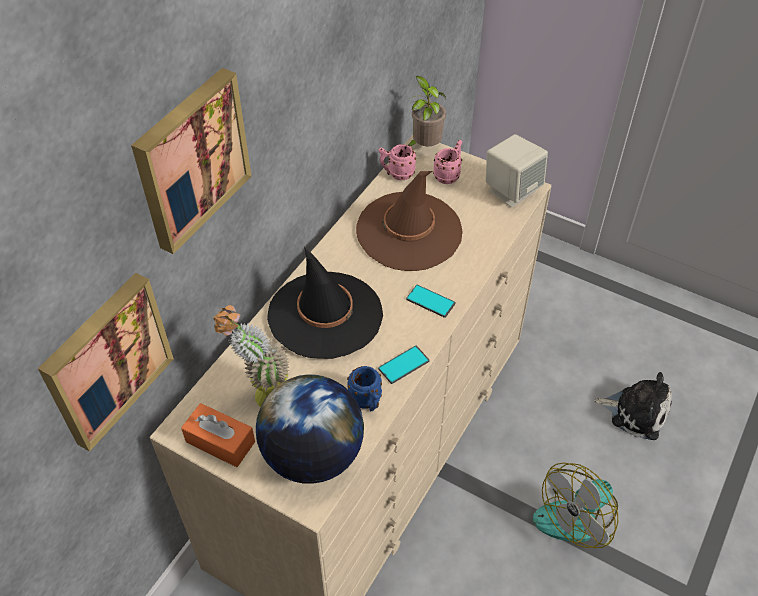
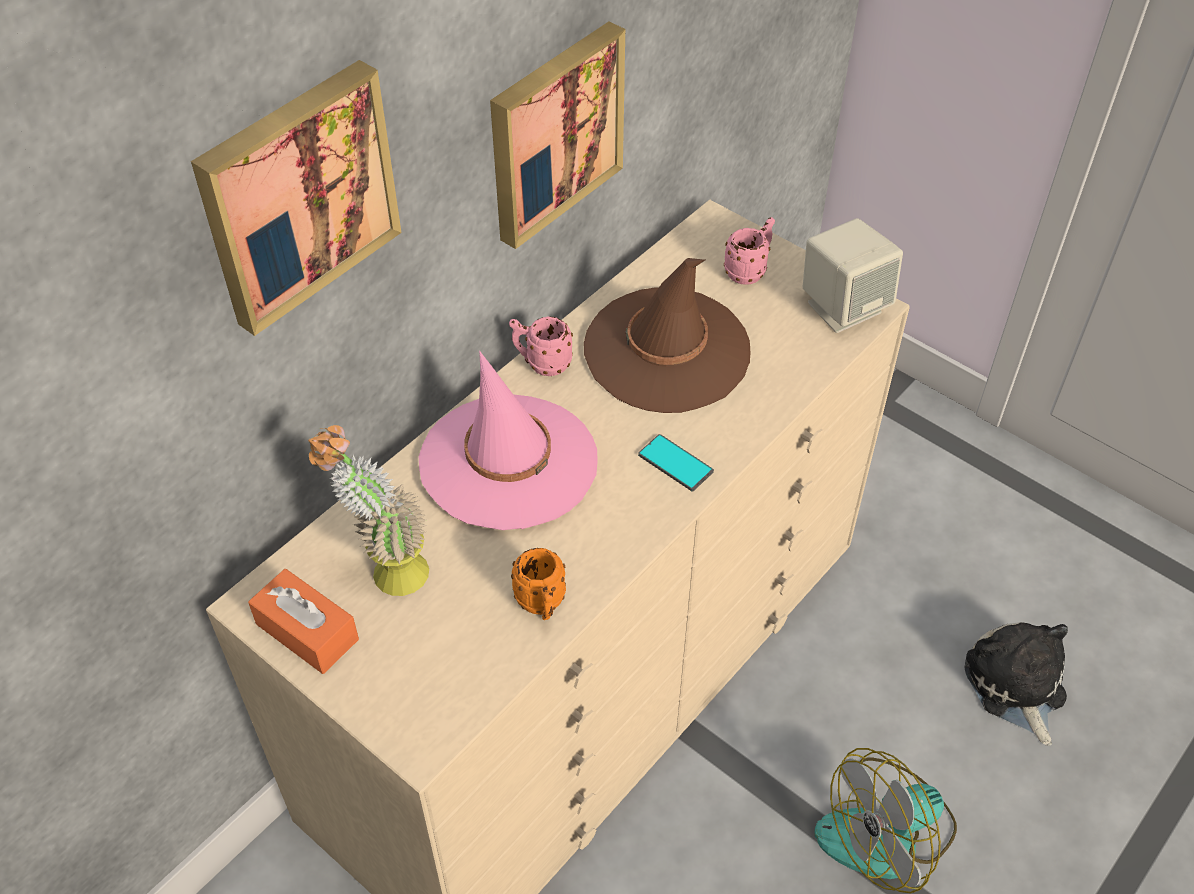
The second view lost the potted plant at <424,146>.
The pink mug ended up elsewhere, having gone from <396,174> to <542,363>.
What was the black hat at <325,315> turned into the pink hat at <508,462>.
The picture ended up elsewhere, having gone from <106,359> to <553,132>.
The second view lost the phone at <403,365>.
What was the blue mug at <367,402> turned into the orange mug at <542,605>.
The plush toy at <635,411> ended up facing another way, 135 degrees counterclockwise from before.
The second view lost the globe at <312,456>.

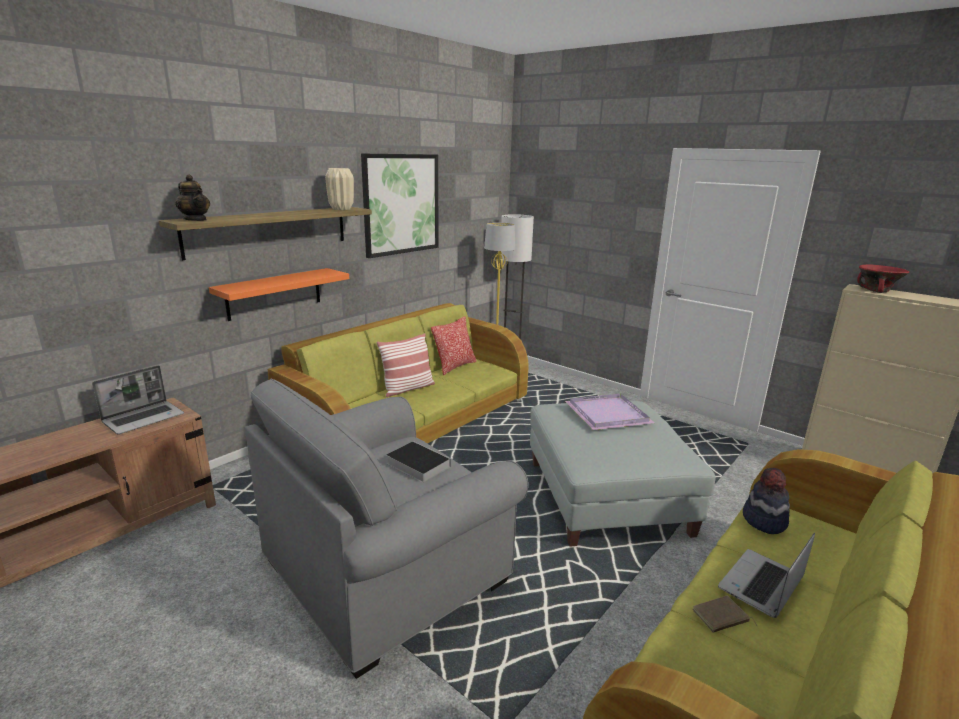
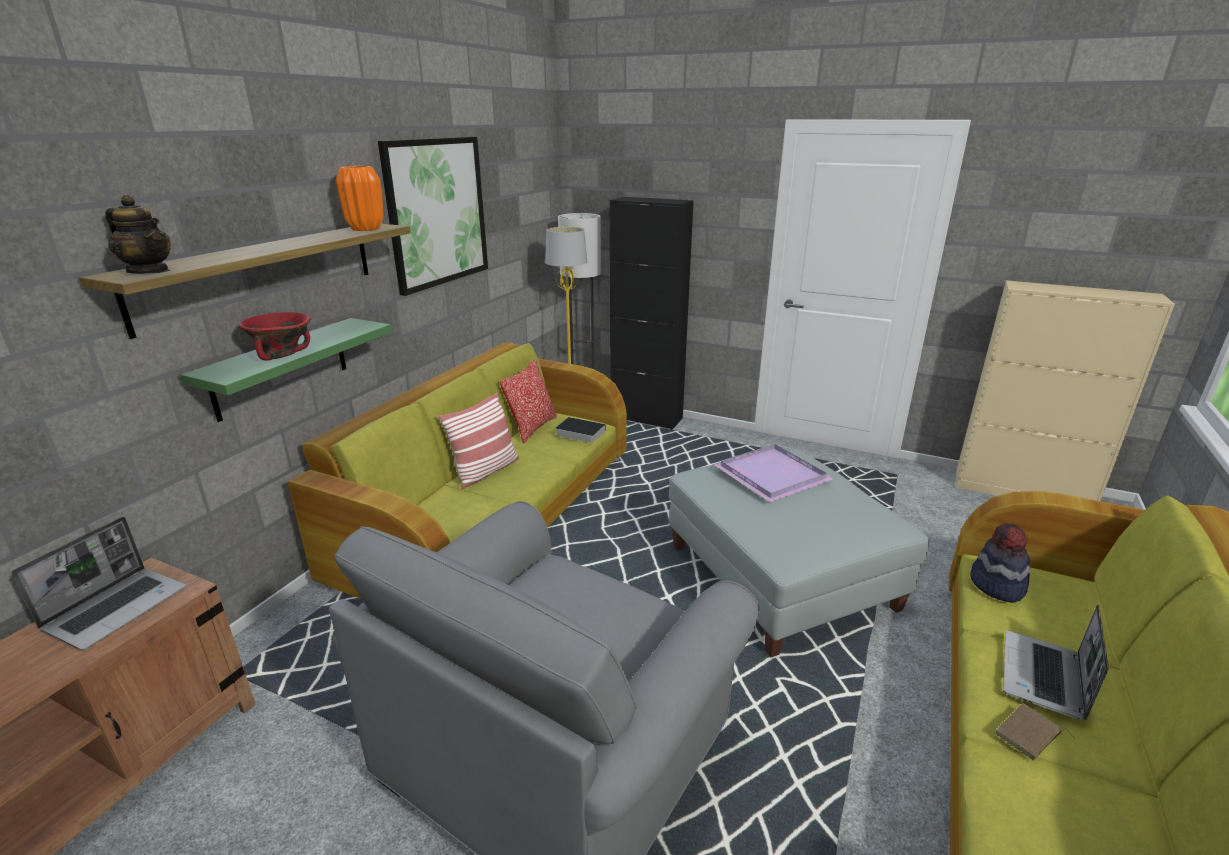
What was the beige vase at <341,209> turned into the orange vase at <365,229>.
The red bowl ended up elsewhere, having gone from <877,290> to <282,354>.
What was the orange shelf at <274,293> turned into the green shelf at <281,368>.
The book ended up elsewhere, having gone from <416,464> to <579,433>.
The second view gained the black cabinet at <646,418>.

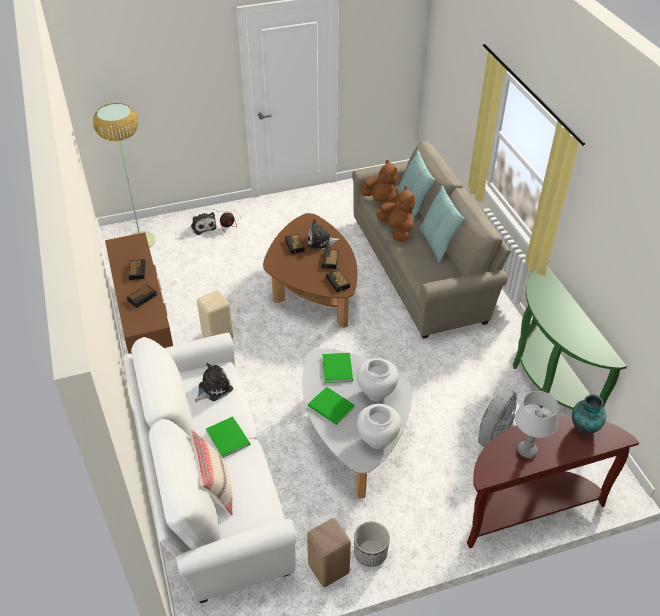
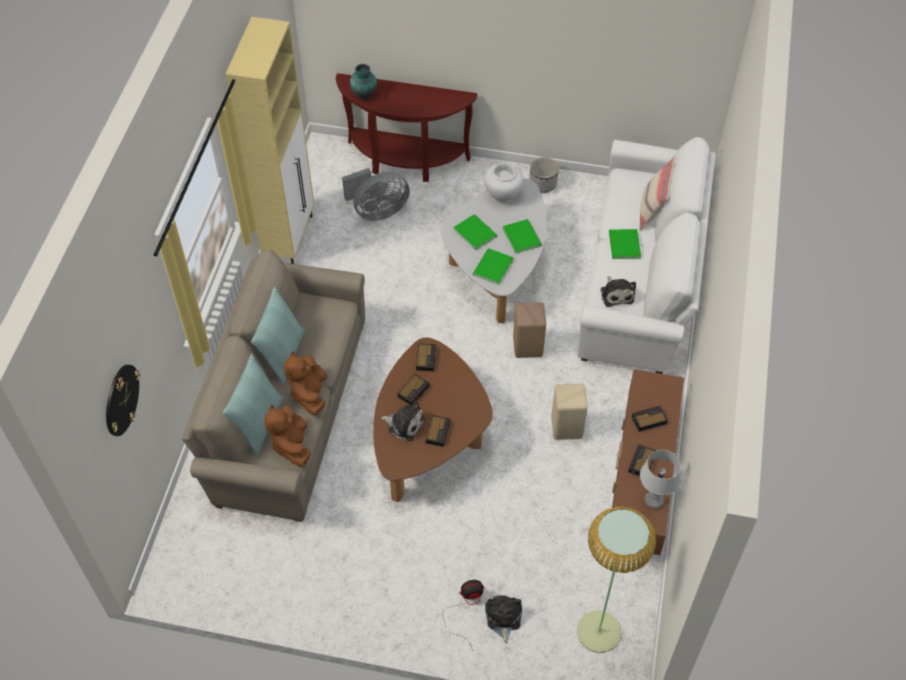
Where the green console table stood at <546,380>, the beige cabinet came to stand at <290,238>.
Where the white vase stood at <376,393>, the green book came to stand at <475,231>.
The plush toy at <213,388> ended up facing another way, 90 degrees counterclockwise from before.
The grey table lamp ended up elsewhere, having gone from <527,451> to <654,500>.
The beige stool ended up elsewhere, having gone from <329,567> to <527,347>.
The second view gained the wall clock at <121,400>.

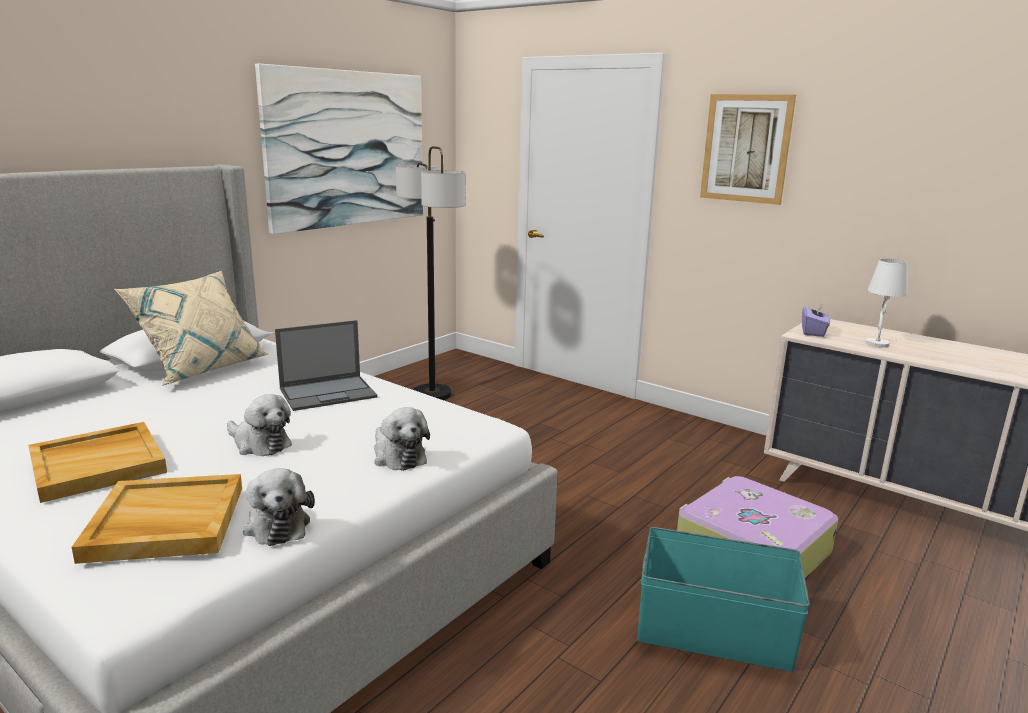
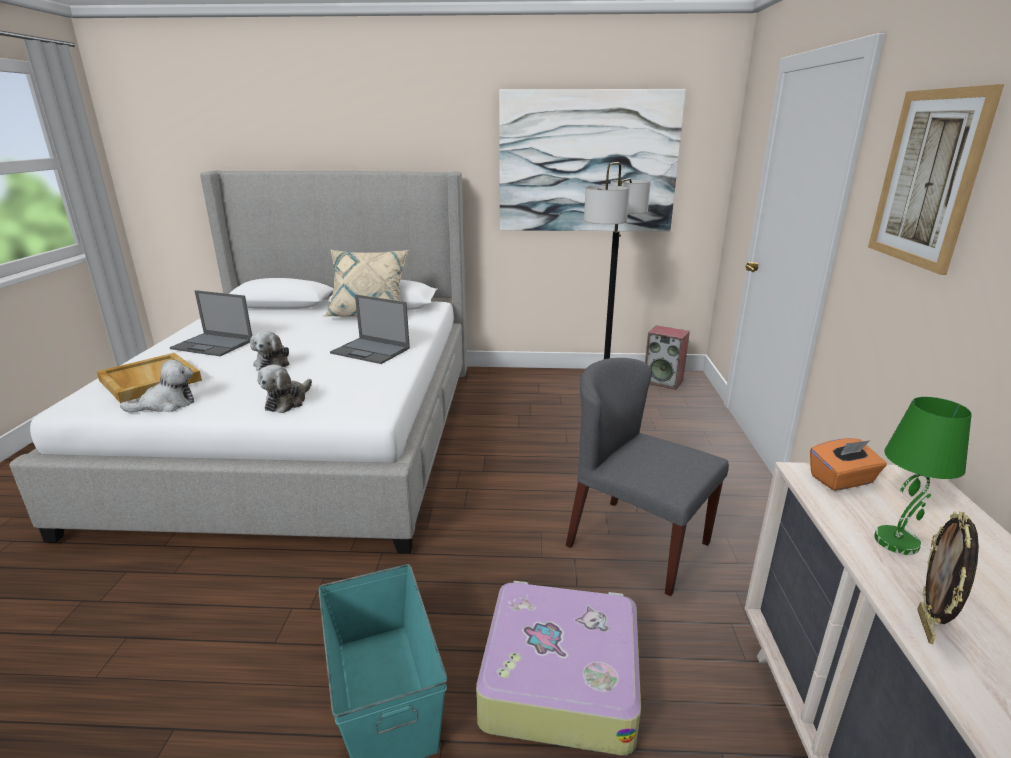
What was the white table lamp at <876,344> turned into the green table lamp at <896,541>.
What was the purple tissue box at <813,332> turned into the orange tissue box at <842,480>.
Where the beige tray stood at <99,464>, the laptop came to stand at <213,345>.
The plush toy at <277,524> ended up facing another way, 150 degrees counterclockwise from before.
The second view gained the speaker at <663,381>.
The second view gained the grey chair at <636,544>.
The second view gained the picture frame at <927,627>.

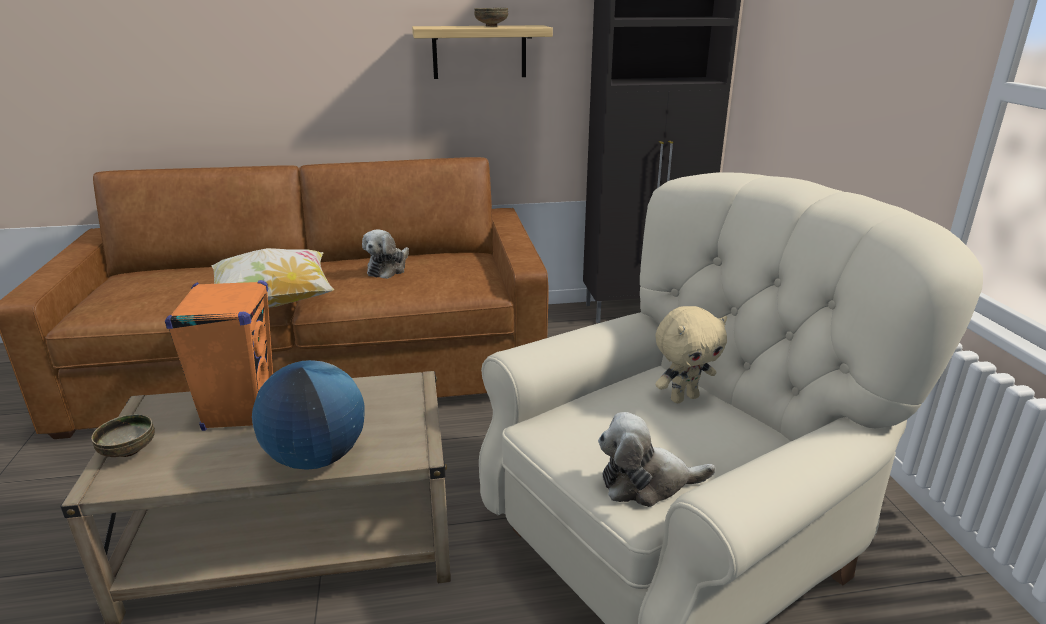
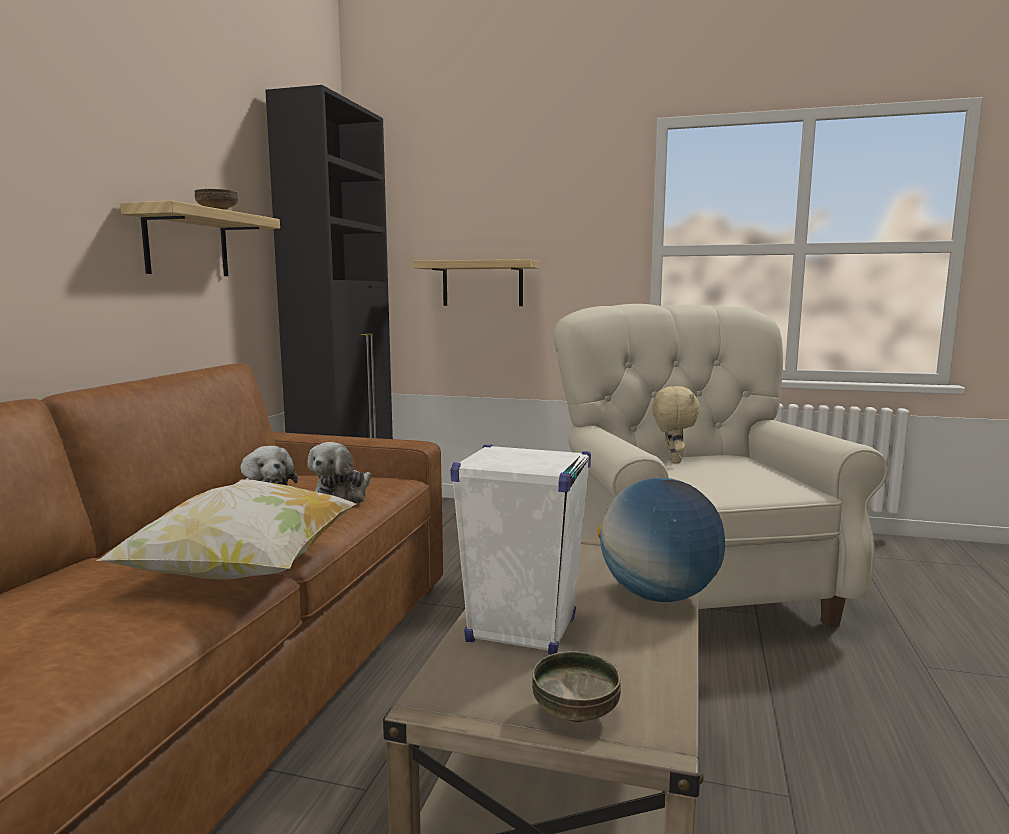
What was the orange speaker at <240,411> turned into the white speaker at <521,630>.
The plush toy ended up elsewhere, having gone from <647,483> to <342,498>.
The second view gained the shelf at <482,283>.

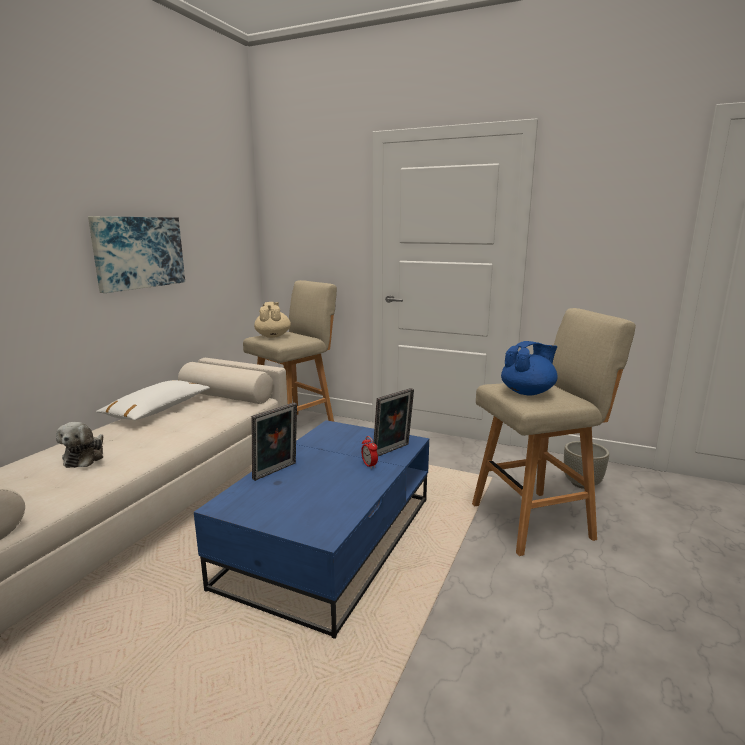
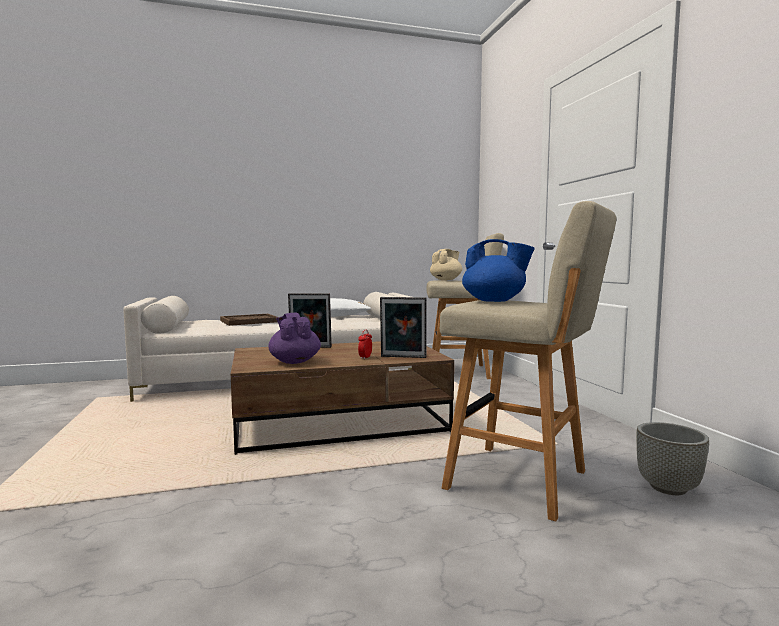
The second view lost the picture at <138,252>.
What was the blue coffee table at <330,539> turned into the brown coffee table at <340,422>.
Where the plush toy stood at <85,457>, the brown tray came to stand at <249,321>.
The second view gained the purple teapot at <294,361>.

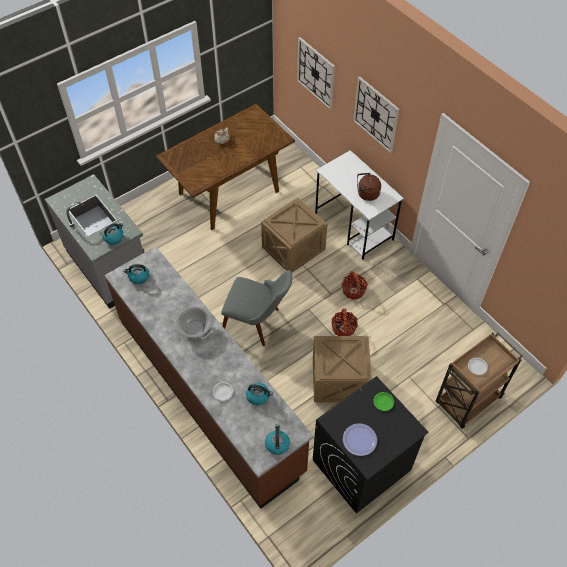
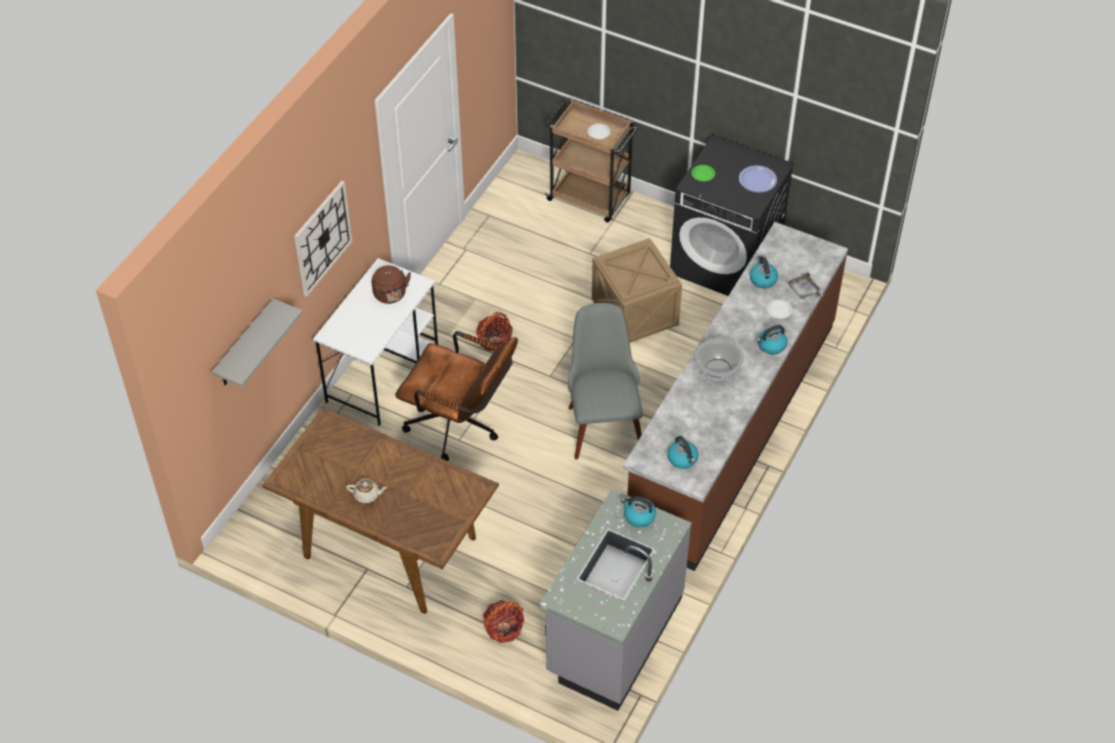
Where the wall clock hung at <316,73>, the grey shelf came to hang at <245,345>.
Where the crate stood at <293,249>, the brown office chair came to stand at <460,427>.
The basket ended up elsewhere, having gone from <343,328> to <503,628>.
The kettle ended up elsewhere, having gone from <277,444> to <771,345>.
The second view gained the grey tray at <804,291>.

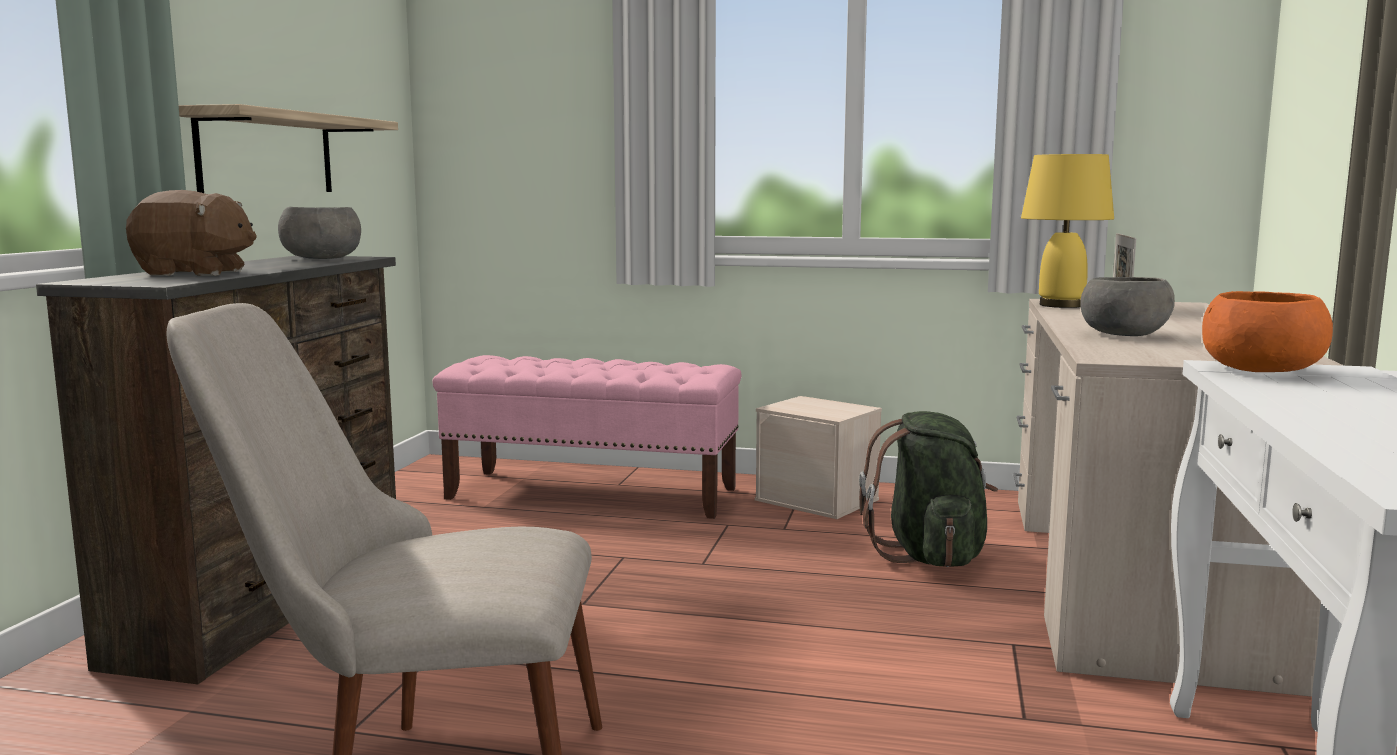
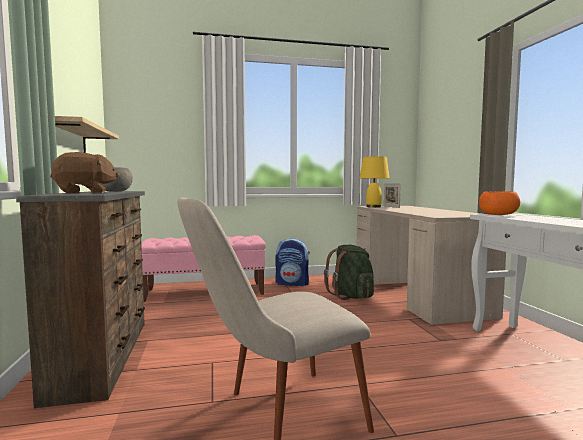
The second view lost the grey bowl at <1123,334>.
Where the beige storage box stood at <818,500>, the backpack came to stand at <293,283>.

